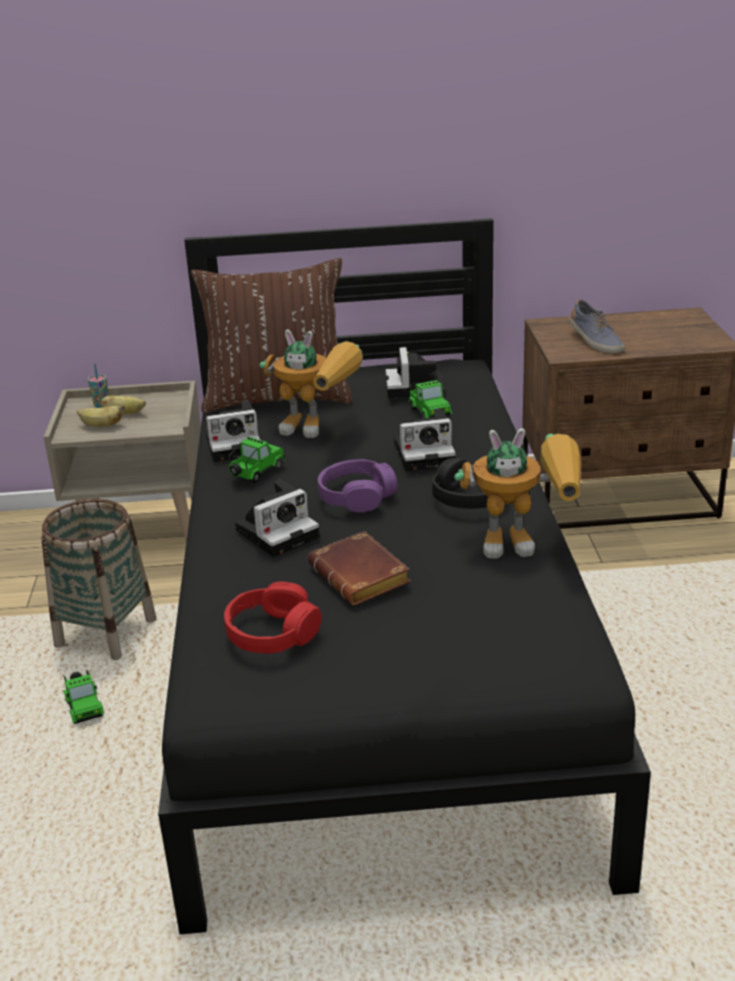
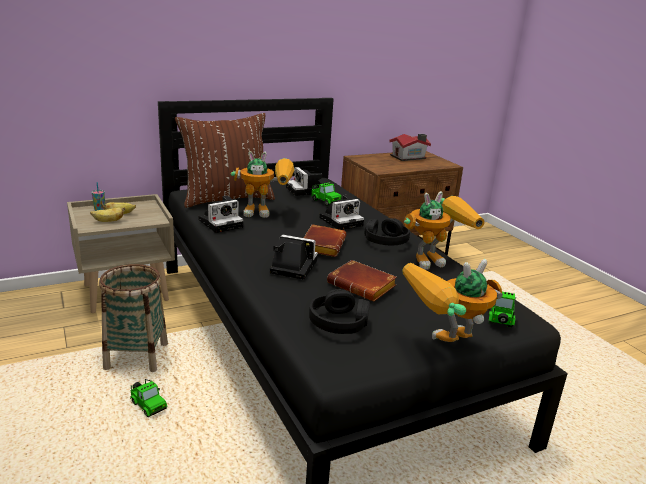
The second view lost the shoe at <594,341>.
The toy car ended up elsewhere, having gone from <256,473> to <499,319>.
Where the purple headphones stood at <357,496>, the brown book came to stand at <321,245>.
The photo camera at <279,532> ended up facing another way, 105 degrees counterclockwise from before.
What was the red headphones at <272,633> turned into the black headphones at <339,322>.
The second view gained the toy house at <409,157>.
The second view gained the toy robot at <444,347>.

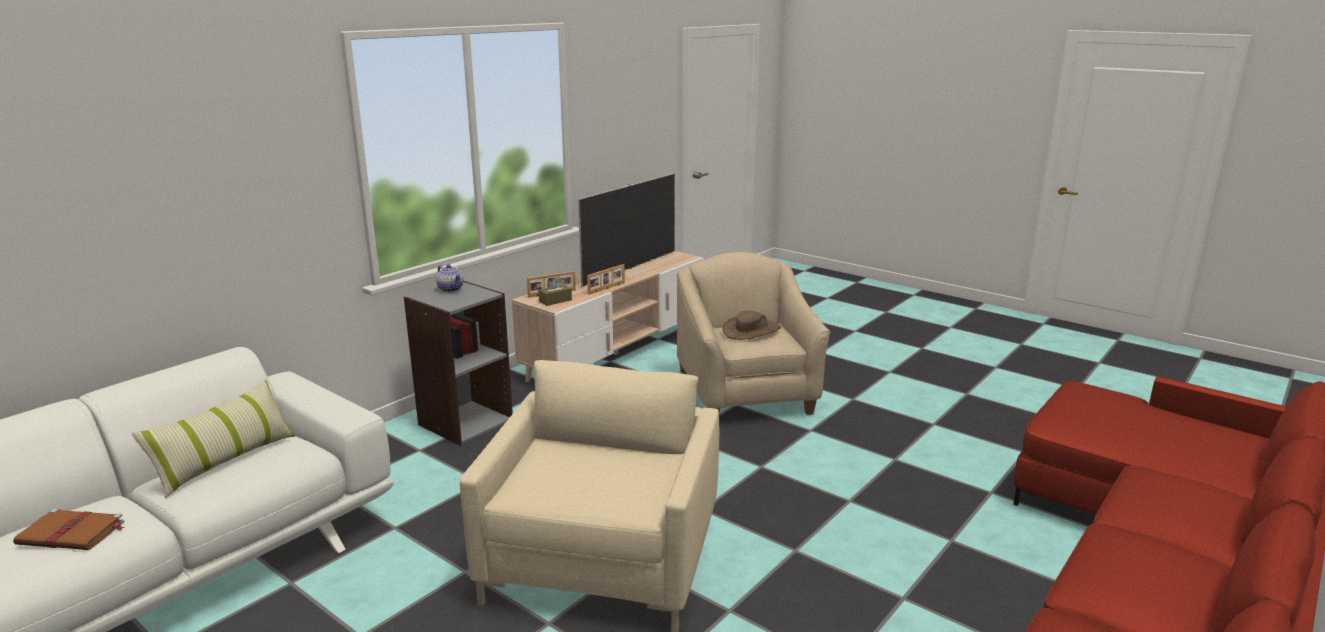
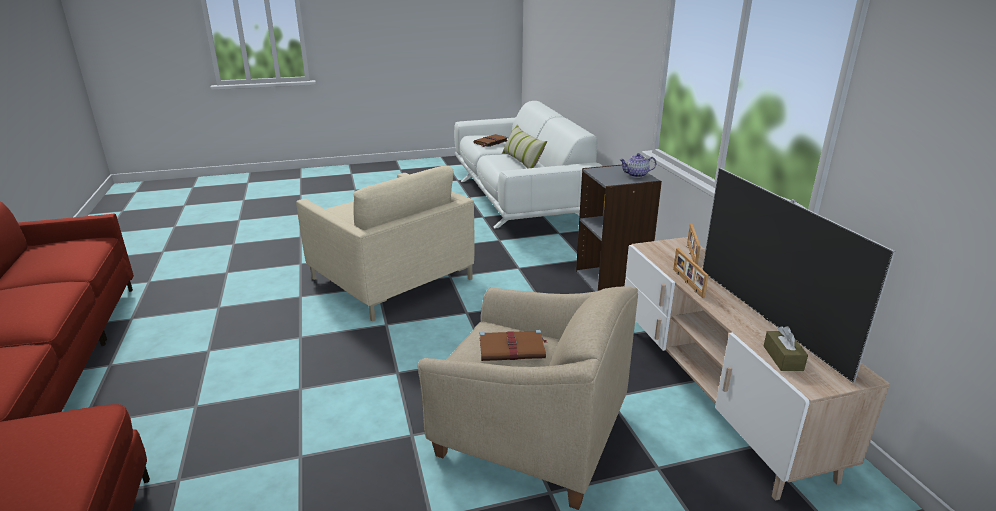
The brown tissue box ended up elsewhere, having gone from <555,301> to <783,358>.
Where the brown hat stood at <751,331>, the brown book came to stand at <513,348>.

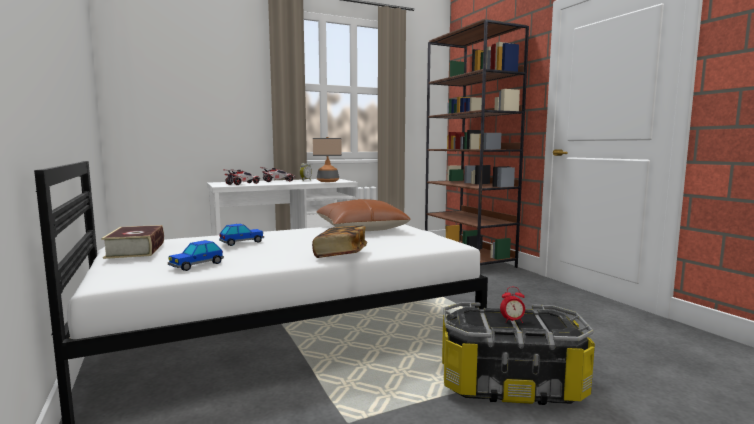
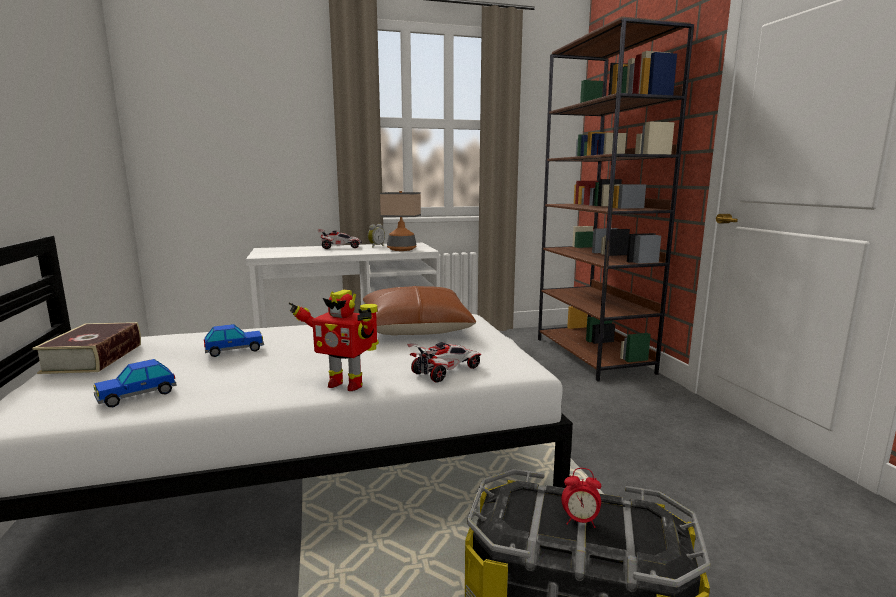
The toy car ended up elsewhere, having gone from <242,184> to <446,371>.
Where the book stood at <341,254>, the toy robot came to stand at <345,384>.

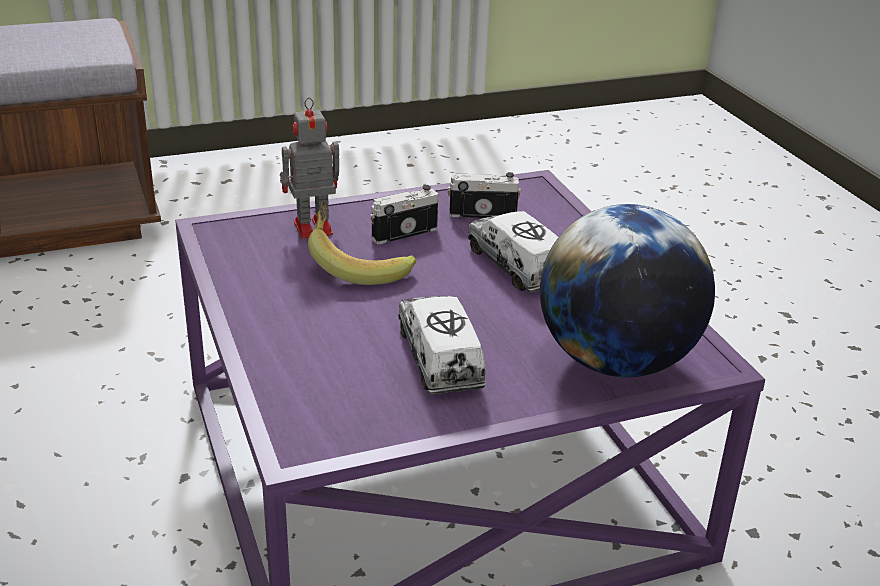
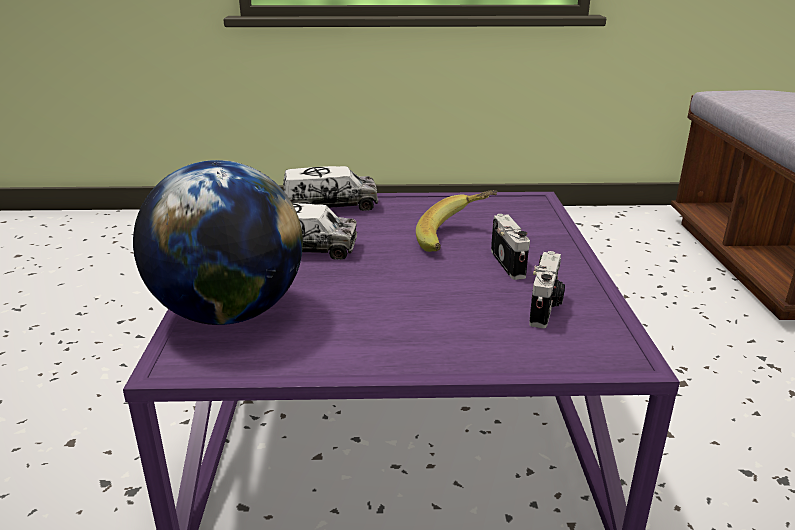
The second view lost the toy robot at <310,228>.
The toy truck ended up elsewhere, having gone from <517,266> to <330,206>.

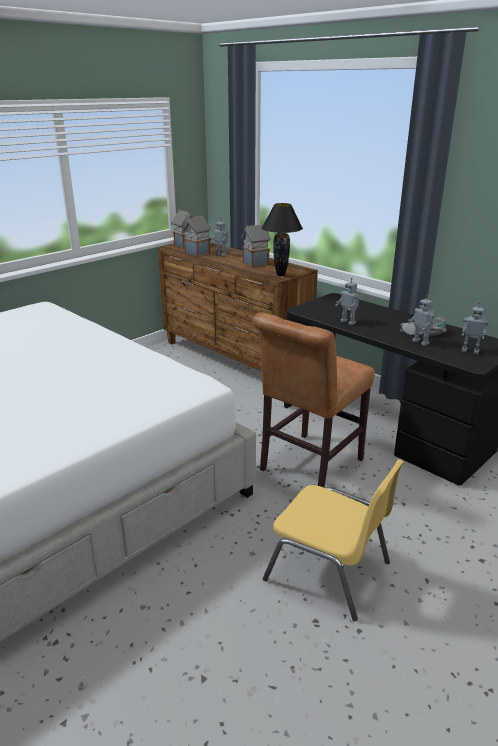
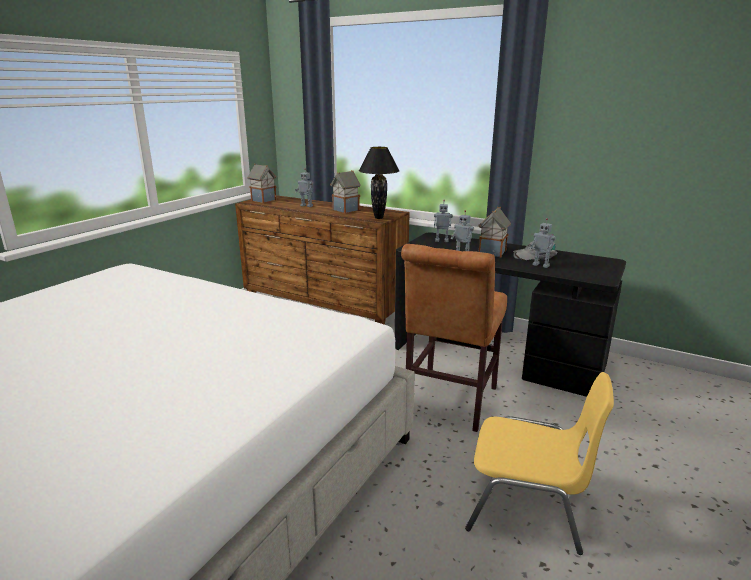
The toy house ended up elsewhere, having gone from <197,253> to <492,253>.
The toy robot ended up elsewhere, having gone from <470,351> to <441,241>.

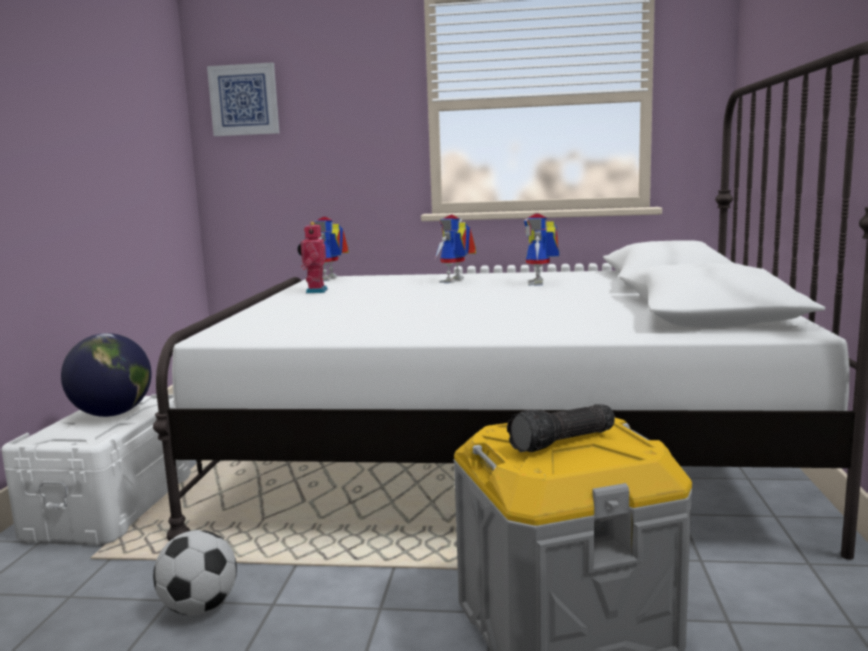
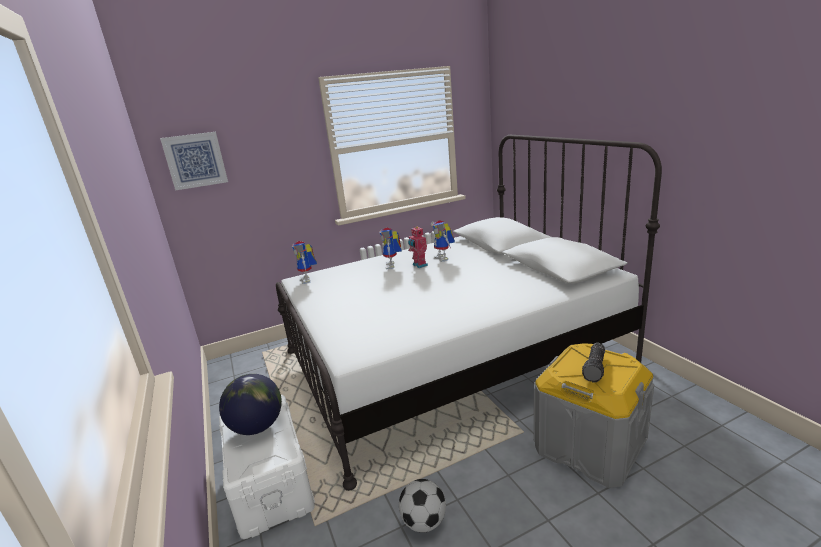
The toy robot ended up elsewhere, having gone from <314,291> to <419,265>.

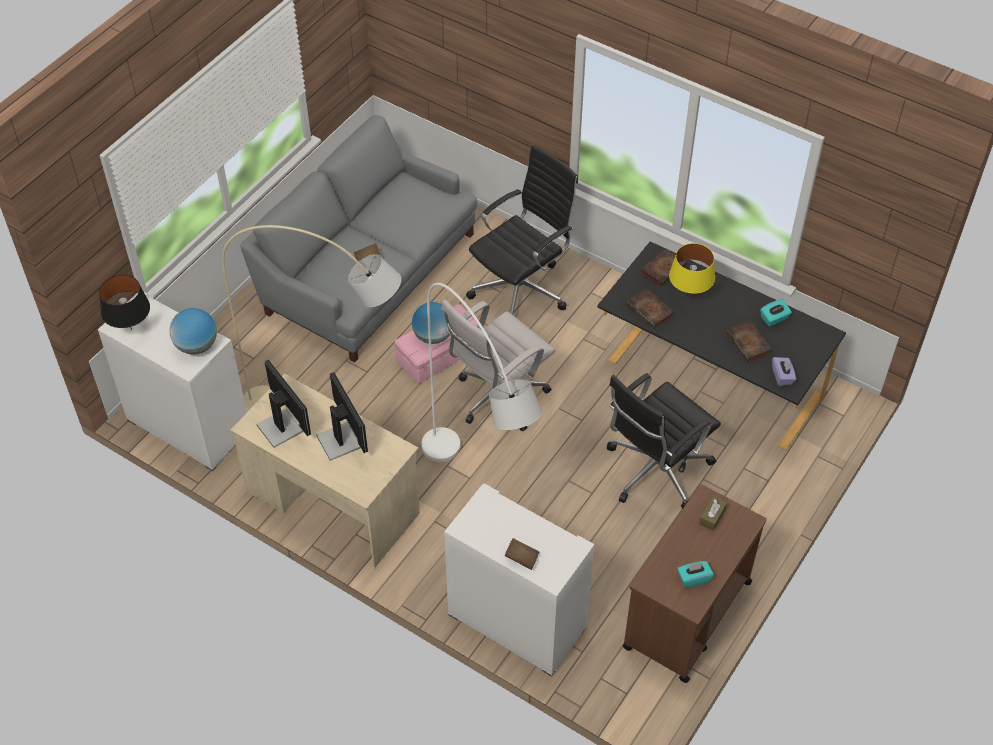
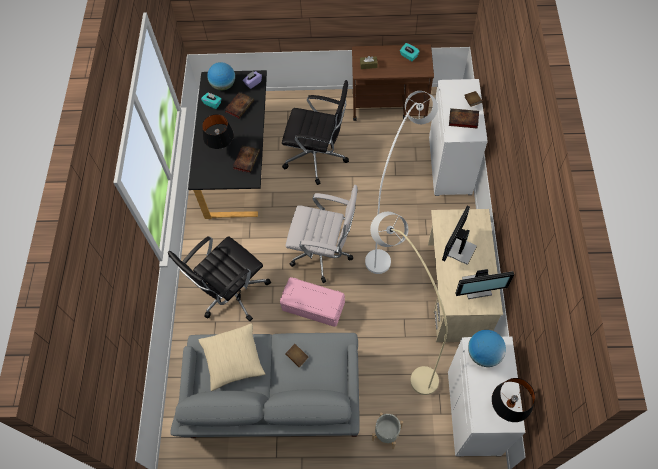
The black office chair at <521,289> ended up facing another way, 60 degrees counterclockwise from before.
What was the yellow table lamp at <688,296> turned into the black table lamp at <222,148>.
The book ended up elsewhere, having gone from <663,268> to <462,119>.
The globe ended up elsewhere, having gone from <433,336> to <223,85>.
The monitor at <281,427> ended up facing another way, 120 degrees counterclockwise from before.
The second view gained the beige pillow at <233,359>.
The second view gained the grey planter at <387,433>.

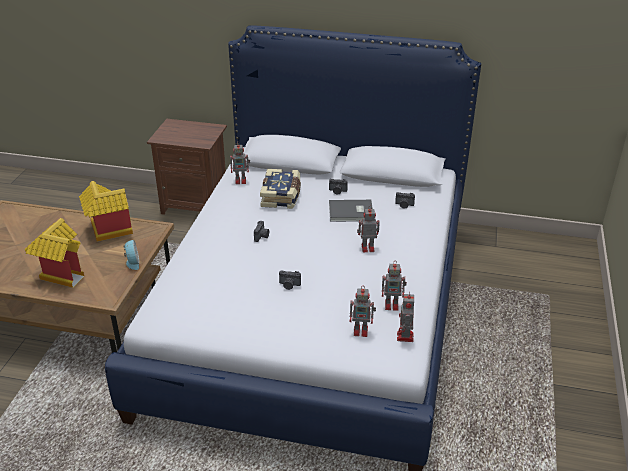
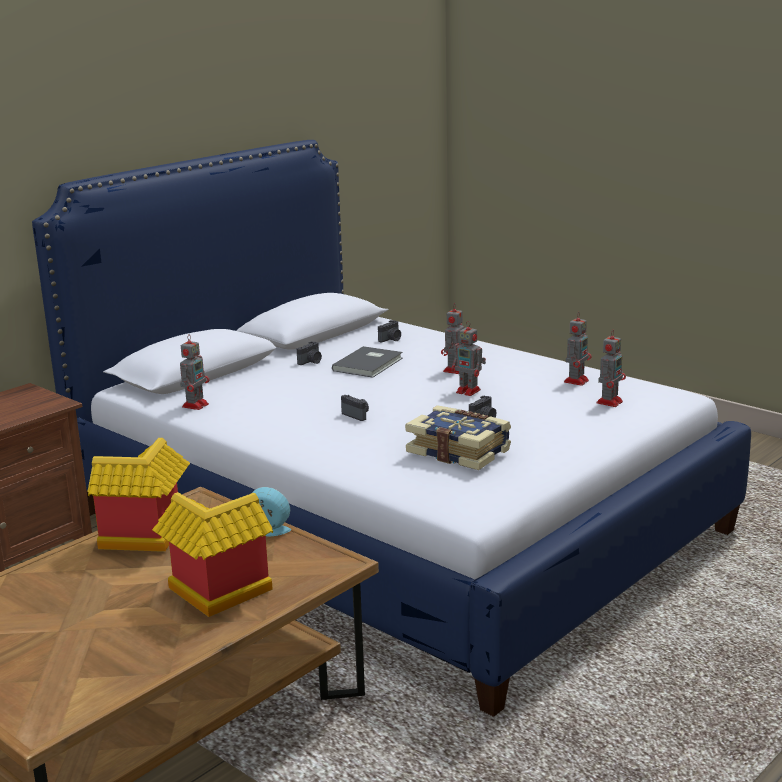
The book ended up elsewhere, having gone from <282,196> to <459,451>.
The toy robot ended up elsewhere, having gone from <405,337> to <469,391>.

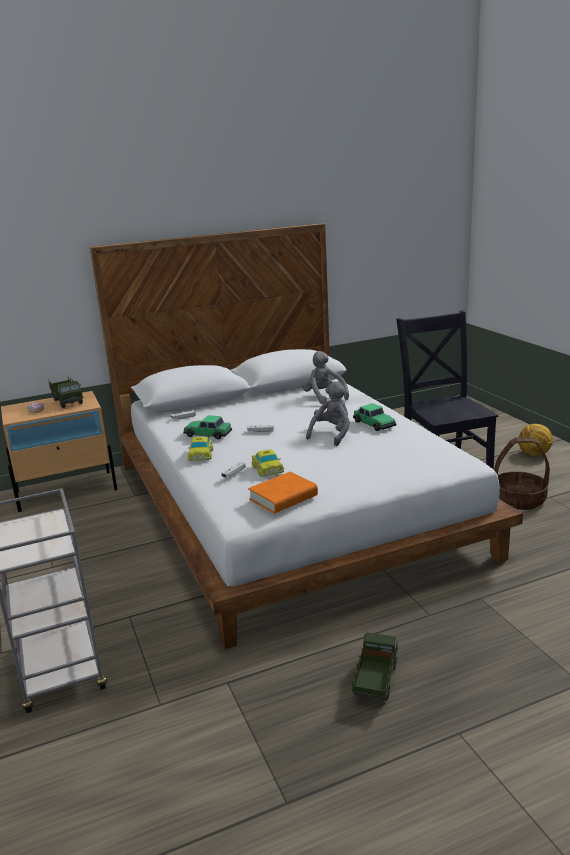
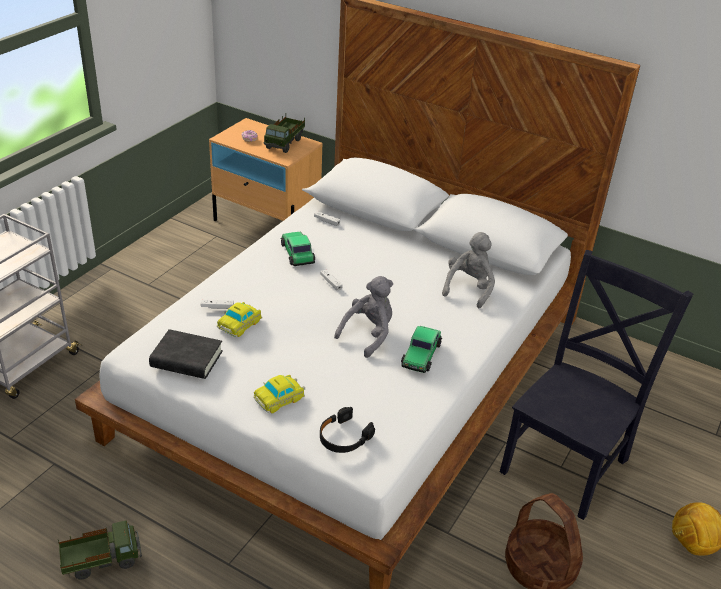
The grey plush toy at <332,435> ended up facing another way, 45 degrees counterclockwise from before.
The toy car ended up elsewhere, having gone from <201,454> to <280,397>.
What was the orange book at <283,498> turned into the black book at <186,359>.
The second view gained the black headphones at <344,437>.

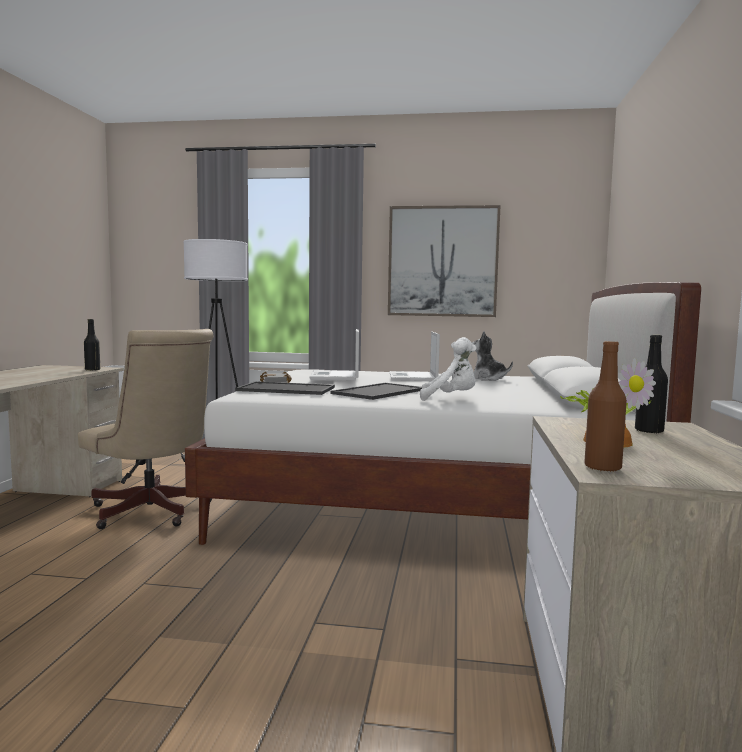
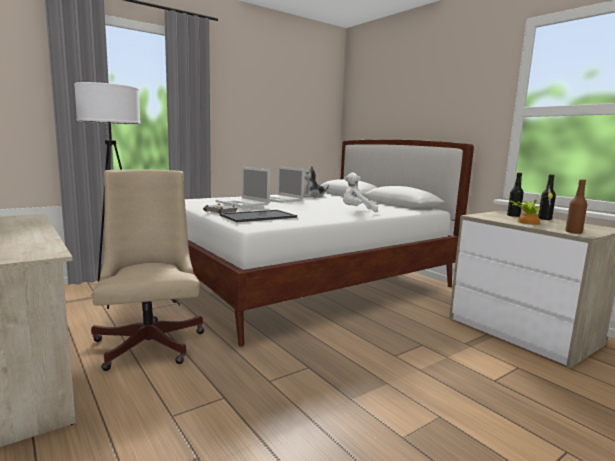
The second view lost the picture at <442,261>.
The black bottle ended up elsewhere, having gone from <92,370> to <544,219>.
The beige office chair at <153,513> ended up facing another way, 105 degrees counterclockwise from before.
The white plush toy at <450,398> ended up facing another way, 150 degrees counterclockwise from before.
The second view lost the tray at <379,392>.

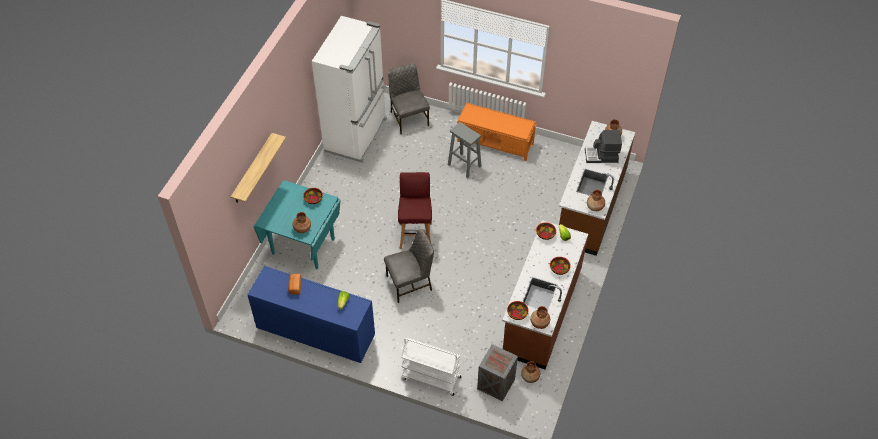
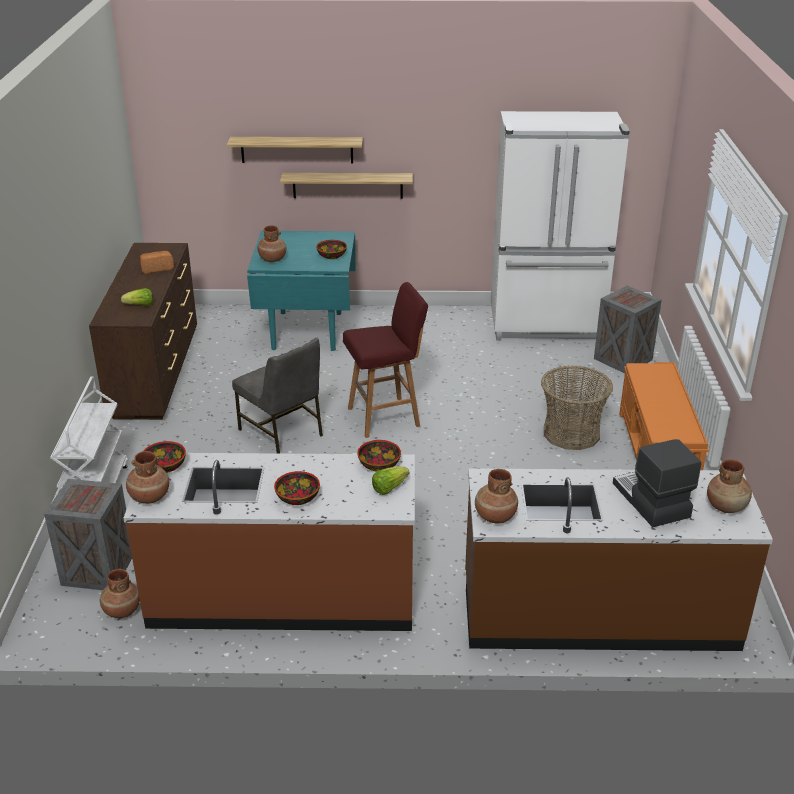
Where the grey chair stood at <408,118>, the crate came to stand at <624,359>.
Where the grey stool stood at <465,166>, the basket came to stand at <571,433>.
What was the blue dresser at <315,333> turned into the brown dresser at <156,373>.
The second view gained the shelf at <347,185>.

